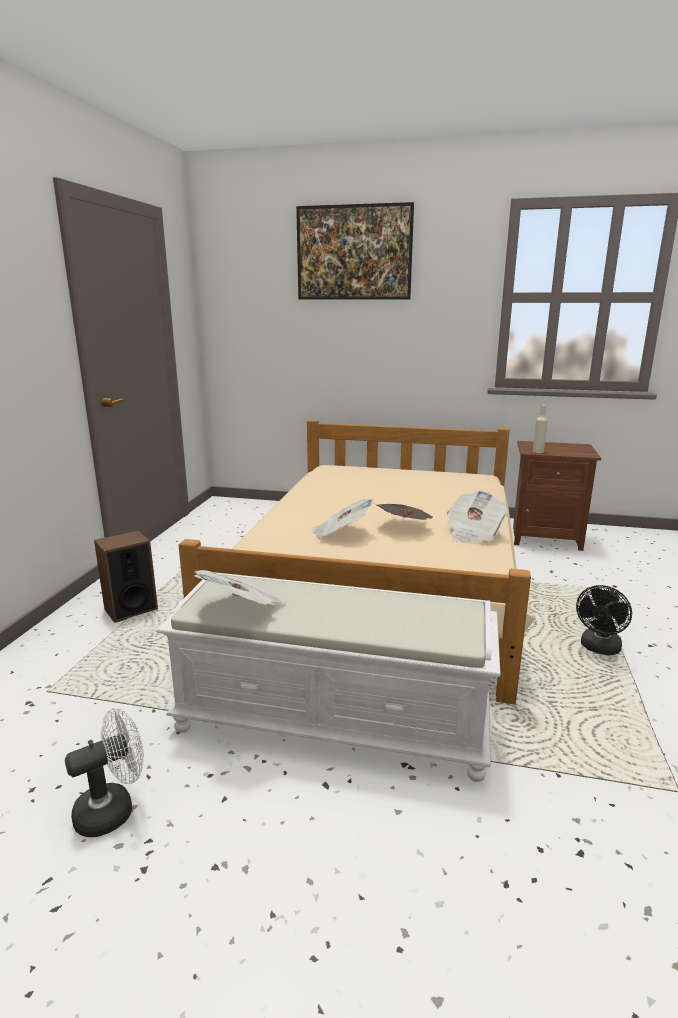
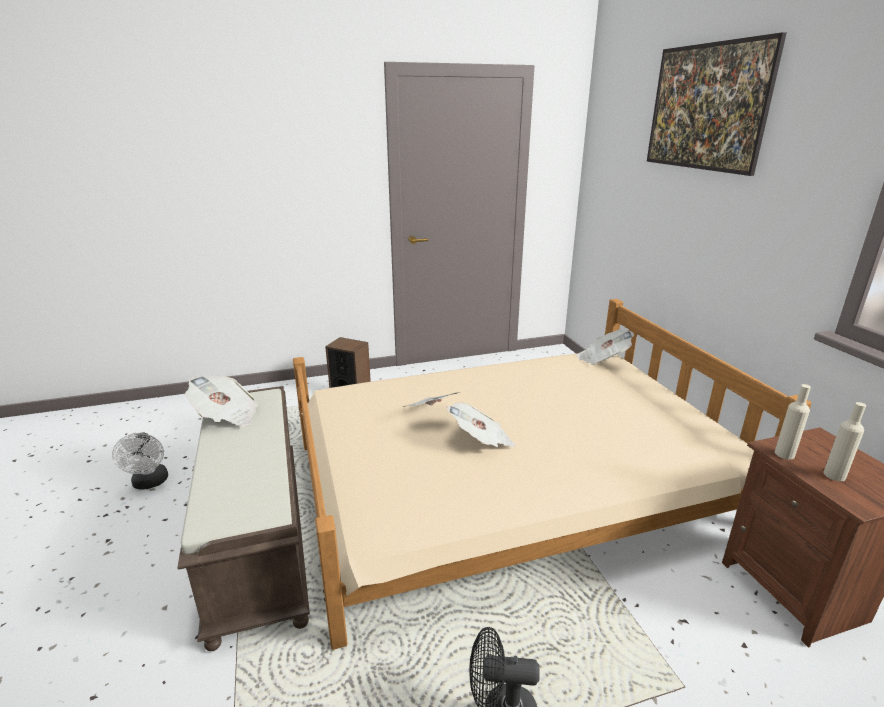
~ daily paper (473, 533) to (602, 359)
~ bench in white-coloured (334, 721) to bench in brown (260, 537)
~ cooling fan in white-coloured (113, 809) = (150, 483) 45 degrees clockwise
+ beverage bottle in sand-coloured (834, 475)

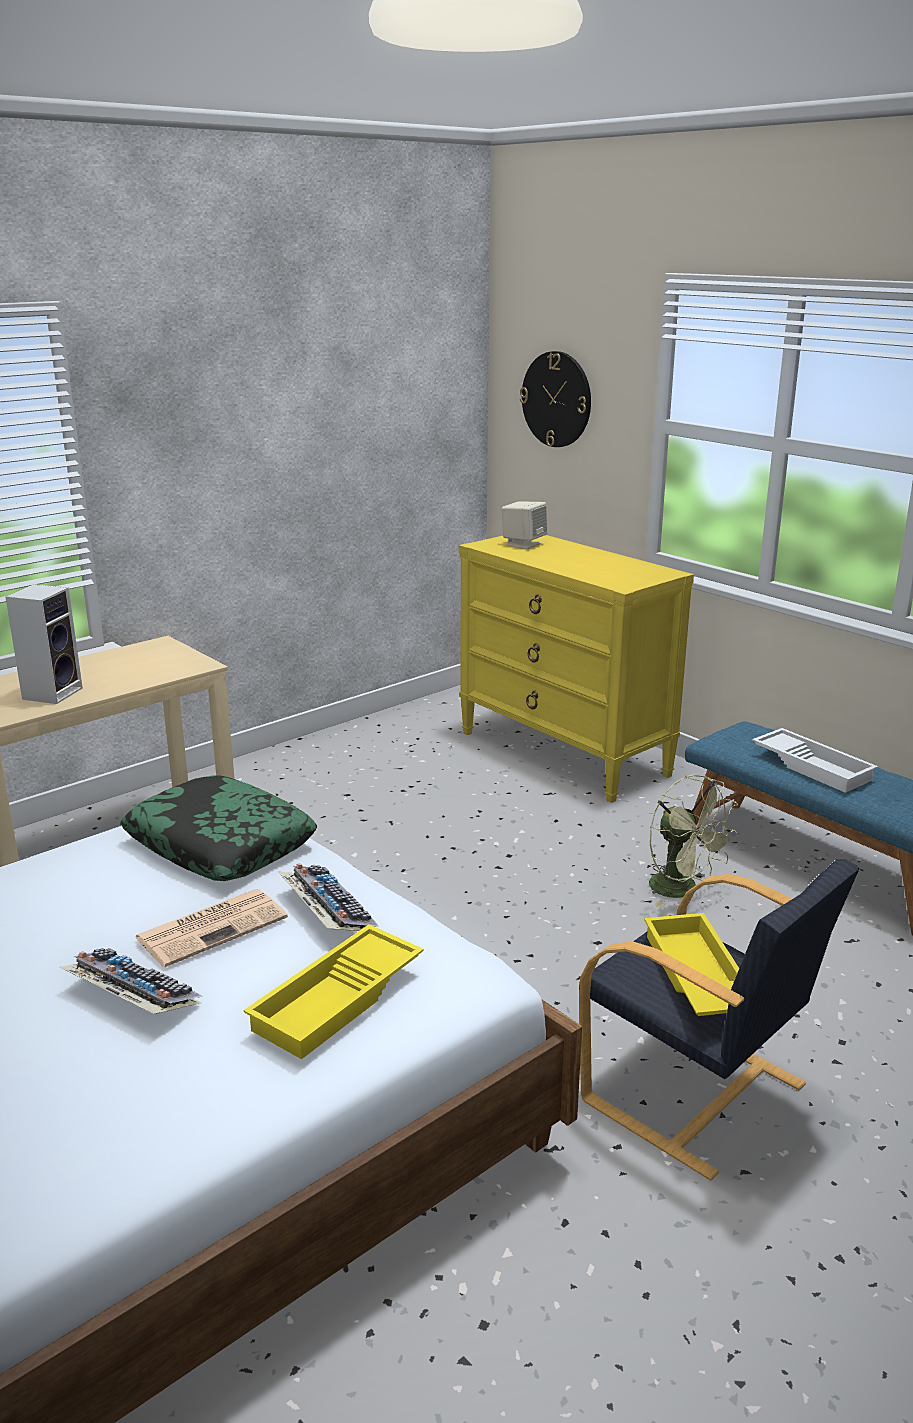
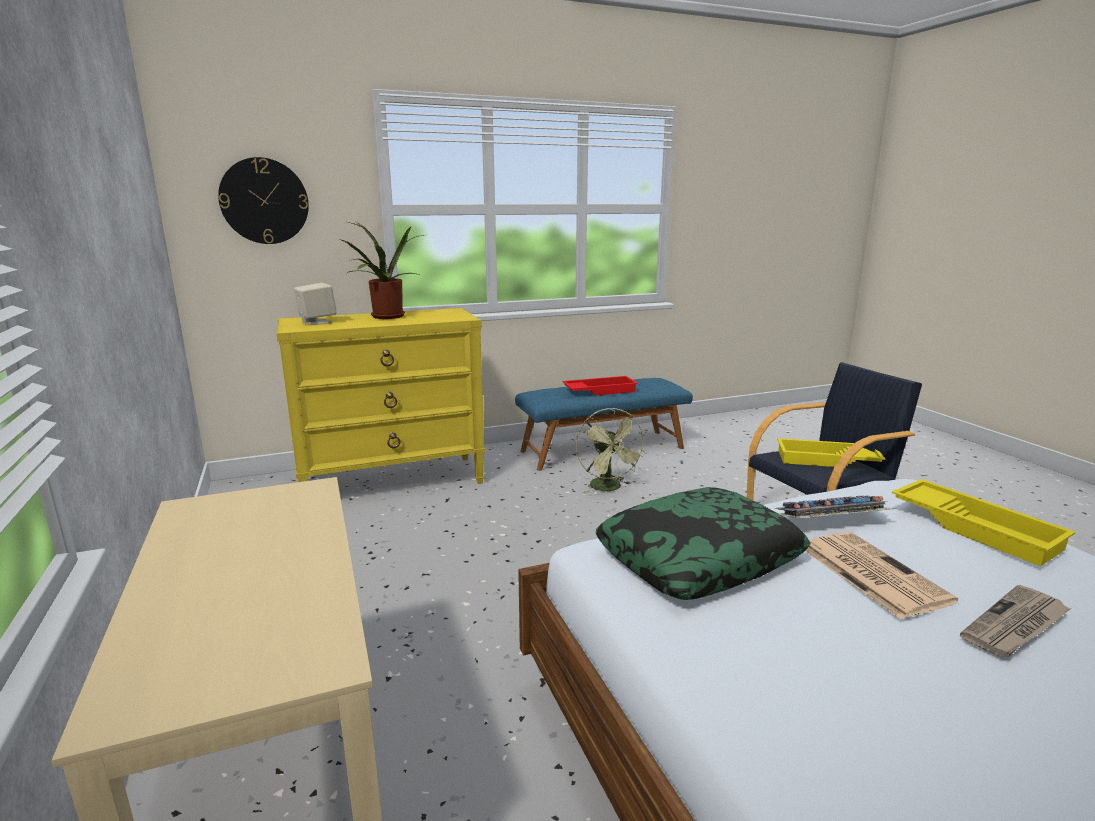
- speaker (53, 692)
~ carrying tray in white-coloured (813, 766) to carrying tray in reddish (600, 390)
~ cooling fan in green (682, 890) = (609, 488) 90 degrees clockwise
~ PC keyboard (130, 995) to daily paper (1015, 625)
+ houseplant (386, 317)

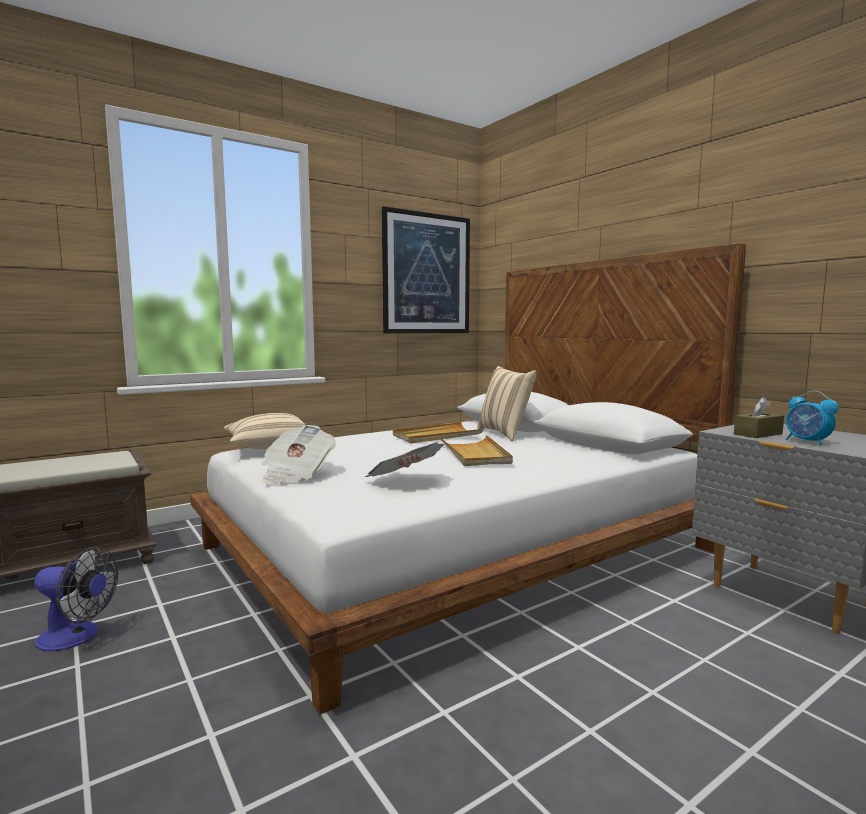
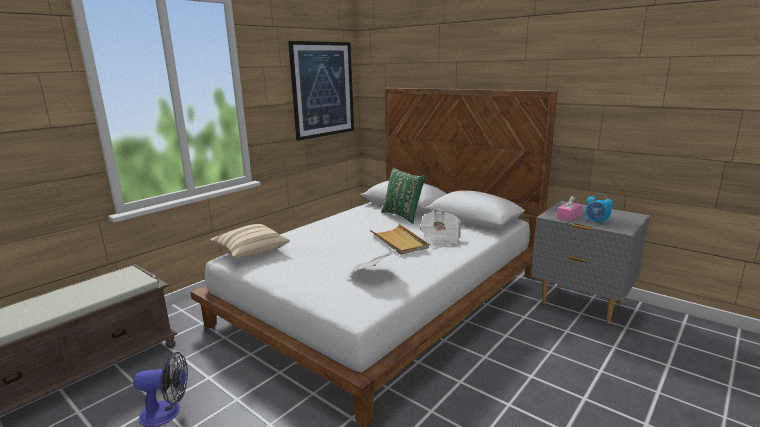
~ throw pillow in sand-coloured (505, 433) to throw pillow in green (403, 216)
~ box of tissues in brown (758, 434) to box of tissues in pink (568, 216)
- carrying tray in sand-coloured (437, 436)
~ daily paper (296, 474) to (440, 239)

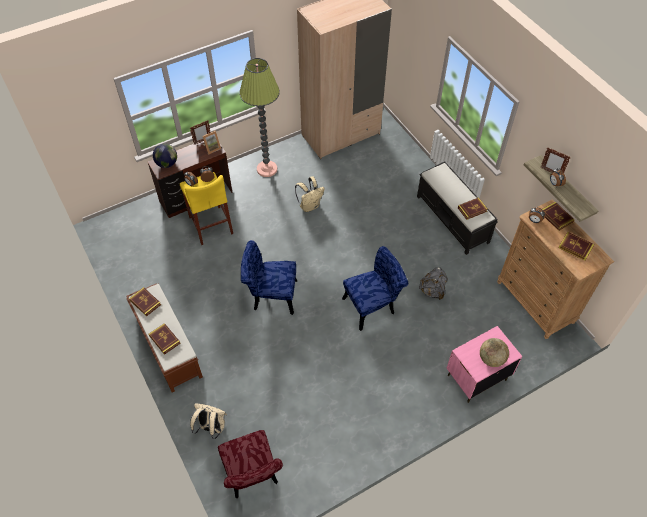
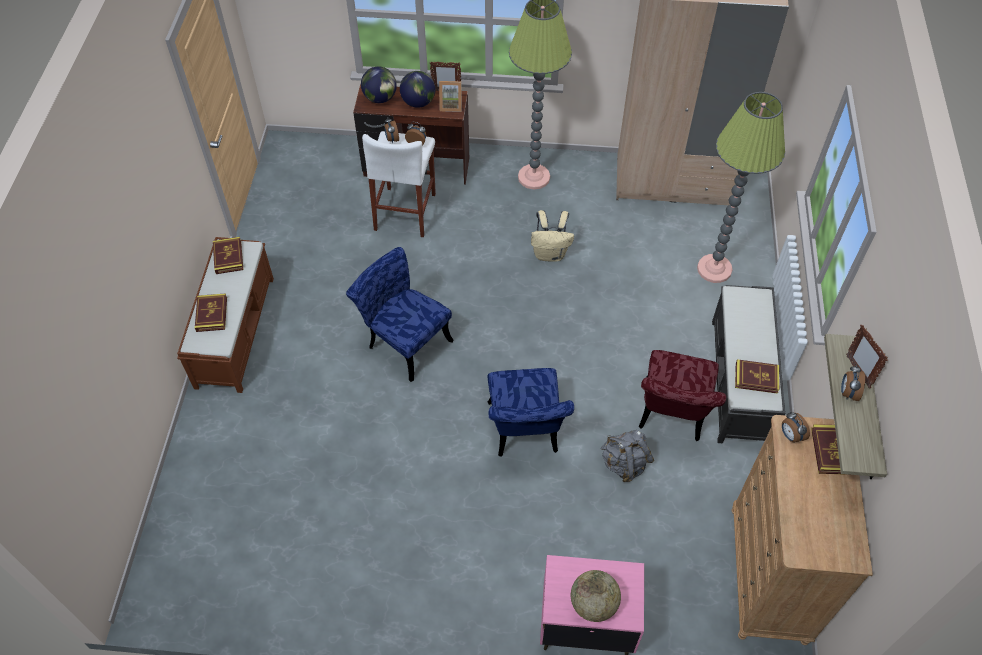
~ stool seat in yellowish (210, 225) to stool seat in white-coloured (405, 211)
- volume (575, 247)
~ chair in bluish (373, 305) = (524, 433) 75 degrees clockwise
- backpack in sand-coloured (211, 427)
~ chair in reddish (252, 476) to (671, 416)
+ desk globe (418, 102)
+ standing lamp (714, 269)

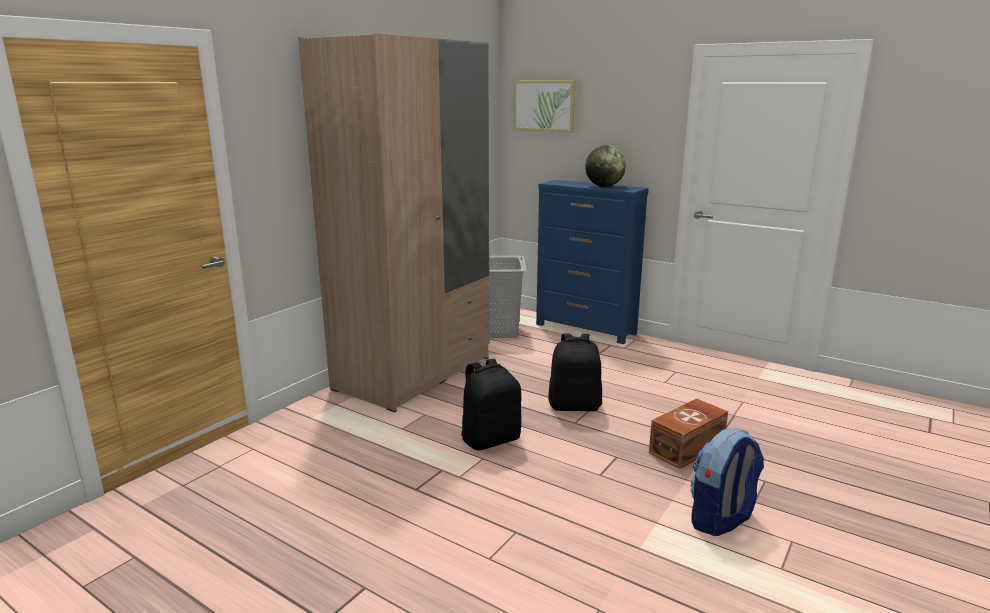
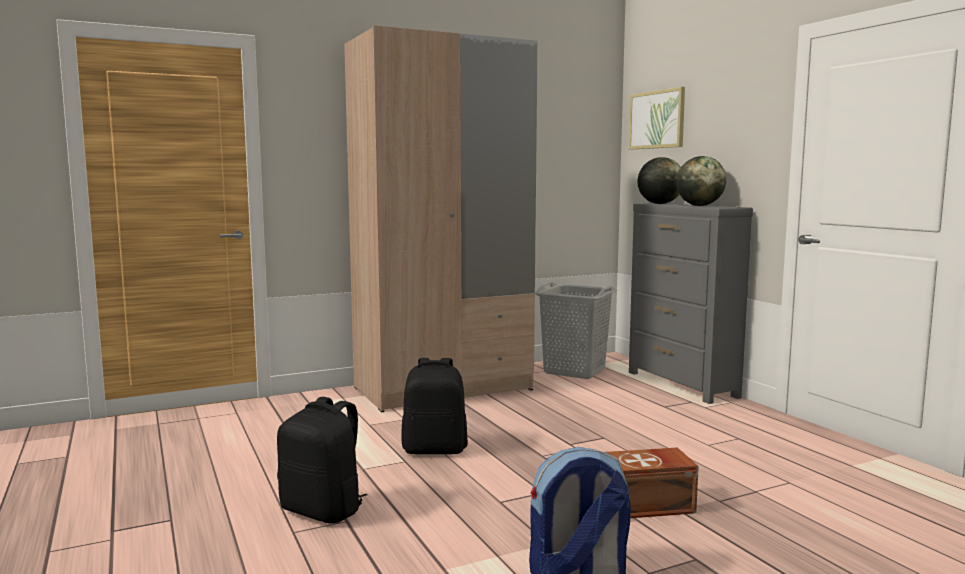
~ drawer chest in bluish (586, 329) to drawer chest in grey (682, 385)
~ backpack in black (575, 406) to (324, 511)
+ desk globe (659, 203)

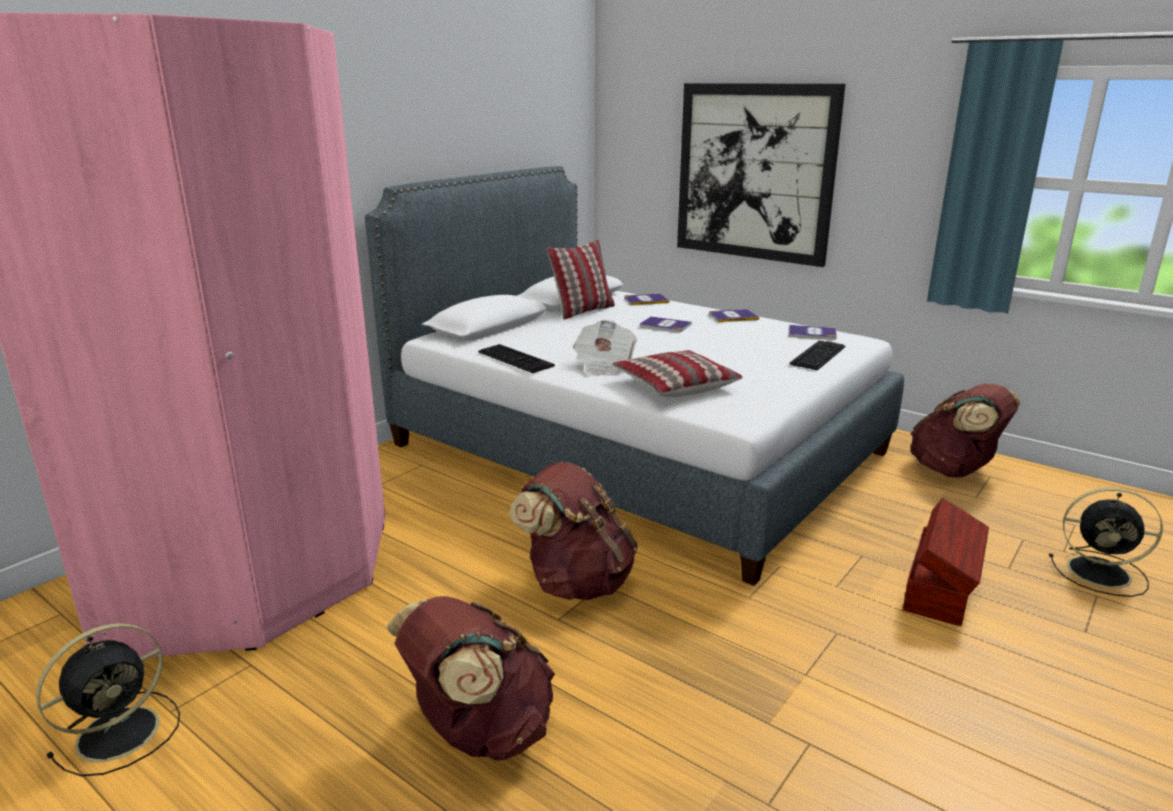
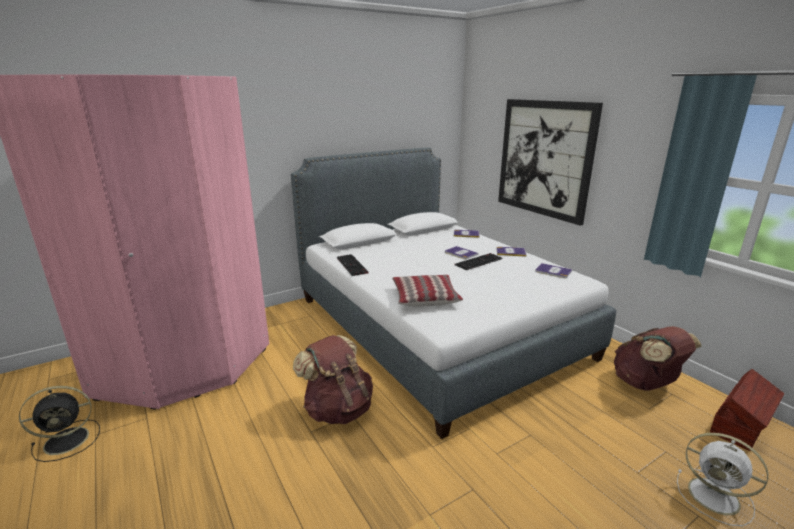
- throw pillow (582, 311)
- daily paper (603, 365)
~ PC keyboard (817, 355) to (478, 261)
~ cooling fan in black (1101, 573) to cooling fan in white-coloured (716, 497)
~ storage box in brown (941, 588) to (741, 424)
- backpack in brown (479, 732)

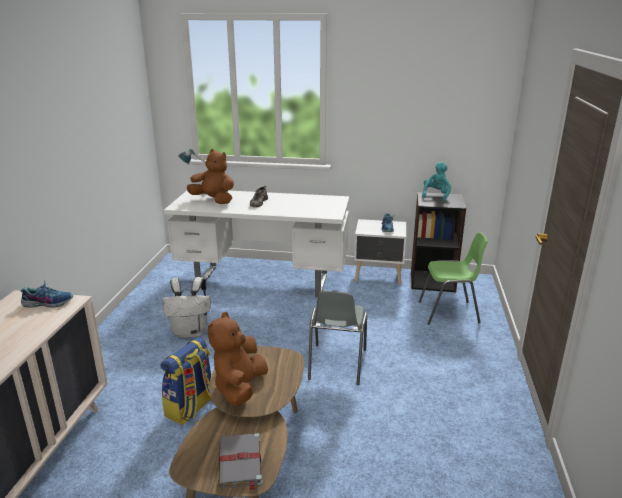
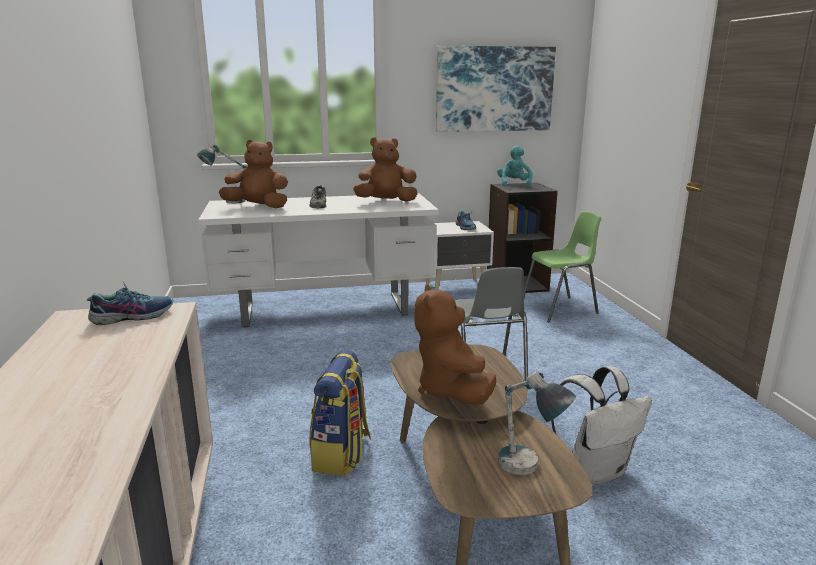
~ backpack in white-coloured (191, 332) to (595, 470)
~ volume in grey (240, 463) to lamp for a table (528, 472)
+ picture (494, 89)
+ plush toy in brown (386, 201)

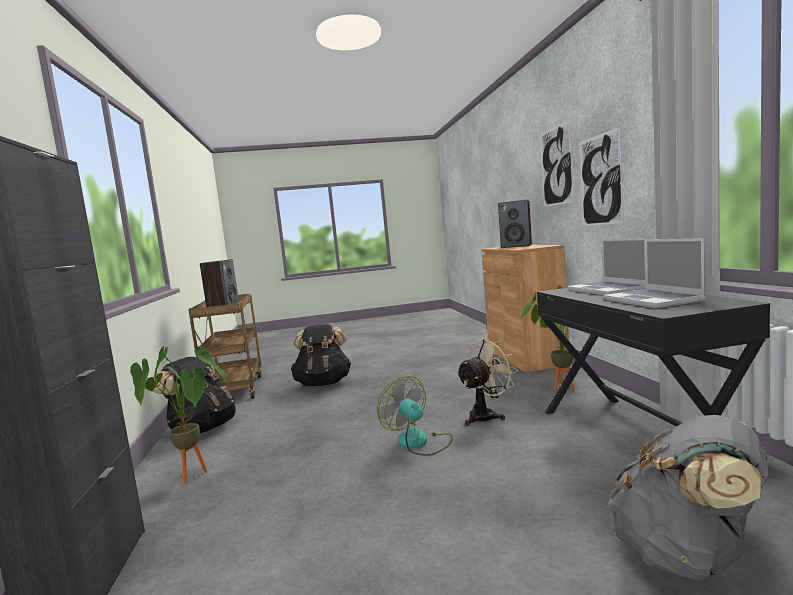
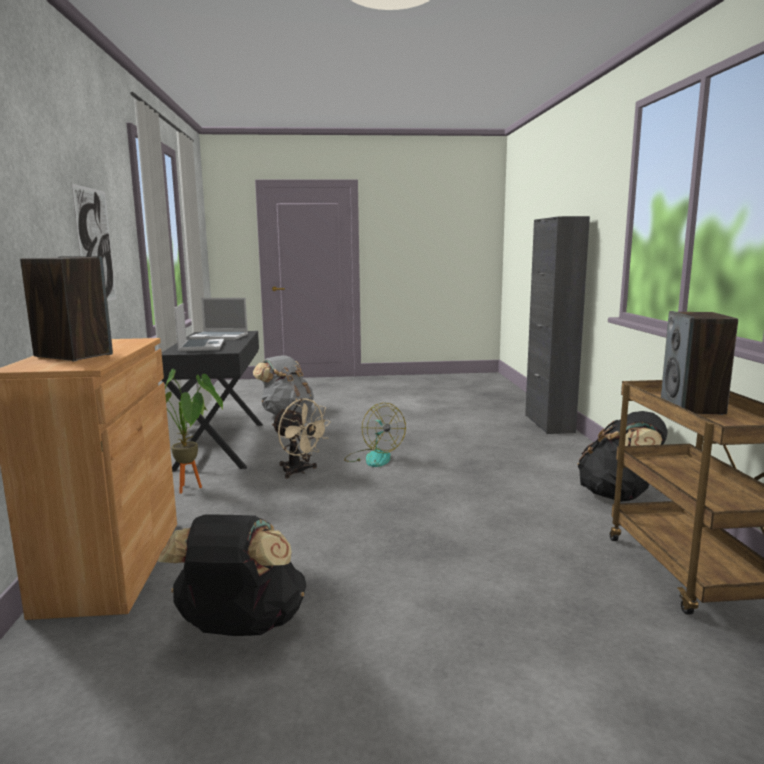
- picture (556, 166)
~ portable computer (653, 300) = (220, 337) 105 degrees clockwise
~ backpack in black (323, 384) to (240, 628)
~ cooling fan in sand-coloured (486, 415) = (299, 472) 105 degrees counterclockwise
- houseplant (194, 478)

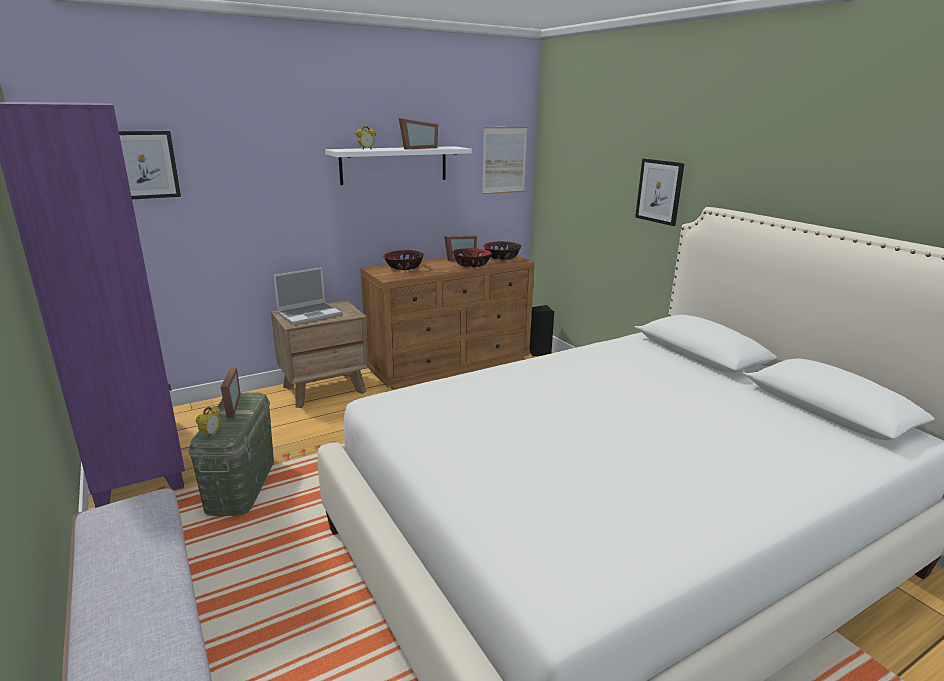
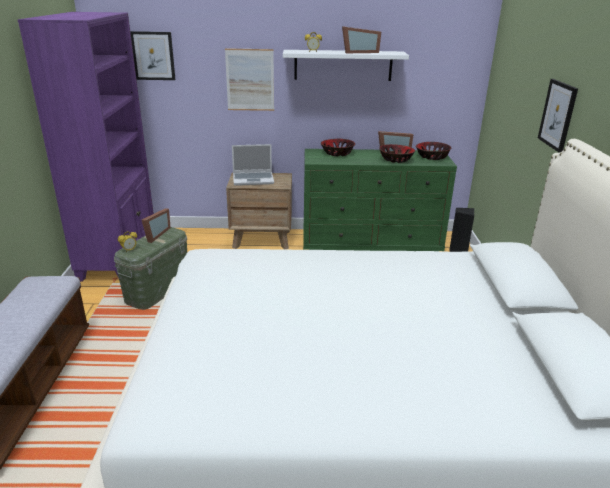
~ picture (504, 160) to (250, 80)
~ drawer chest in brown (450, 364) to drawer chest in green (371, 242)

